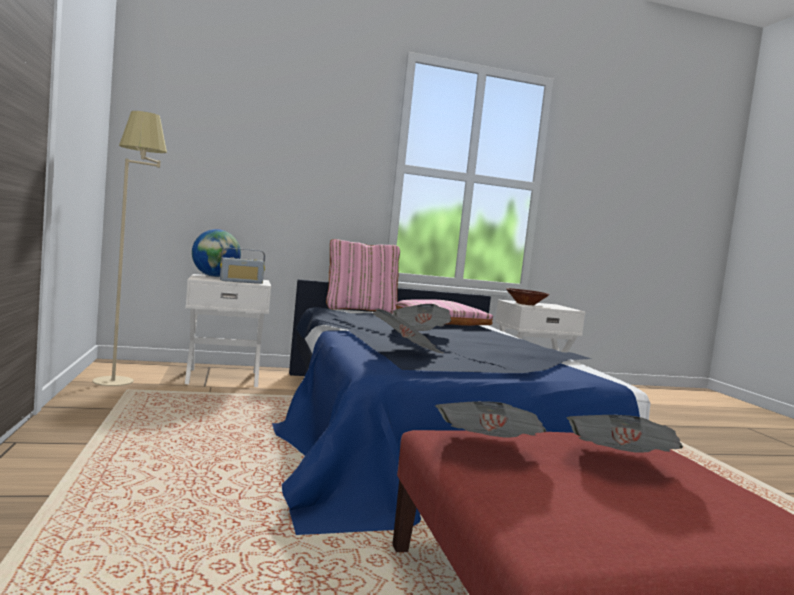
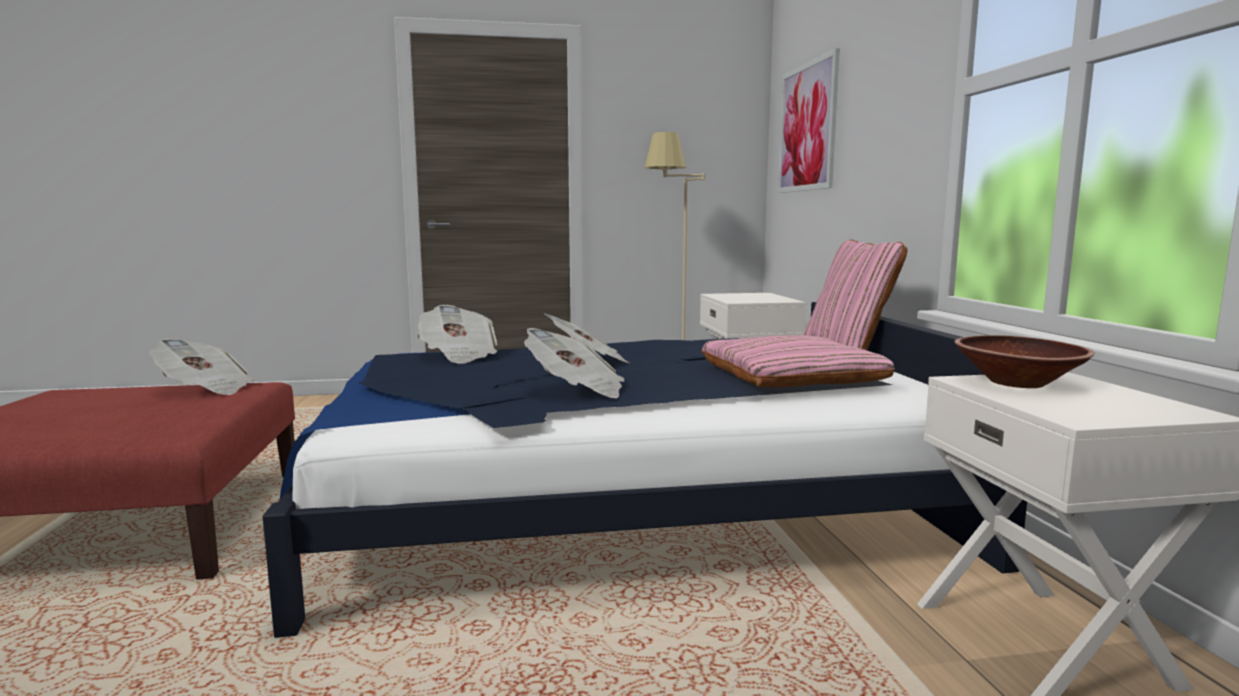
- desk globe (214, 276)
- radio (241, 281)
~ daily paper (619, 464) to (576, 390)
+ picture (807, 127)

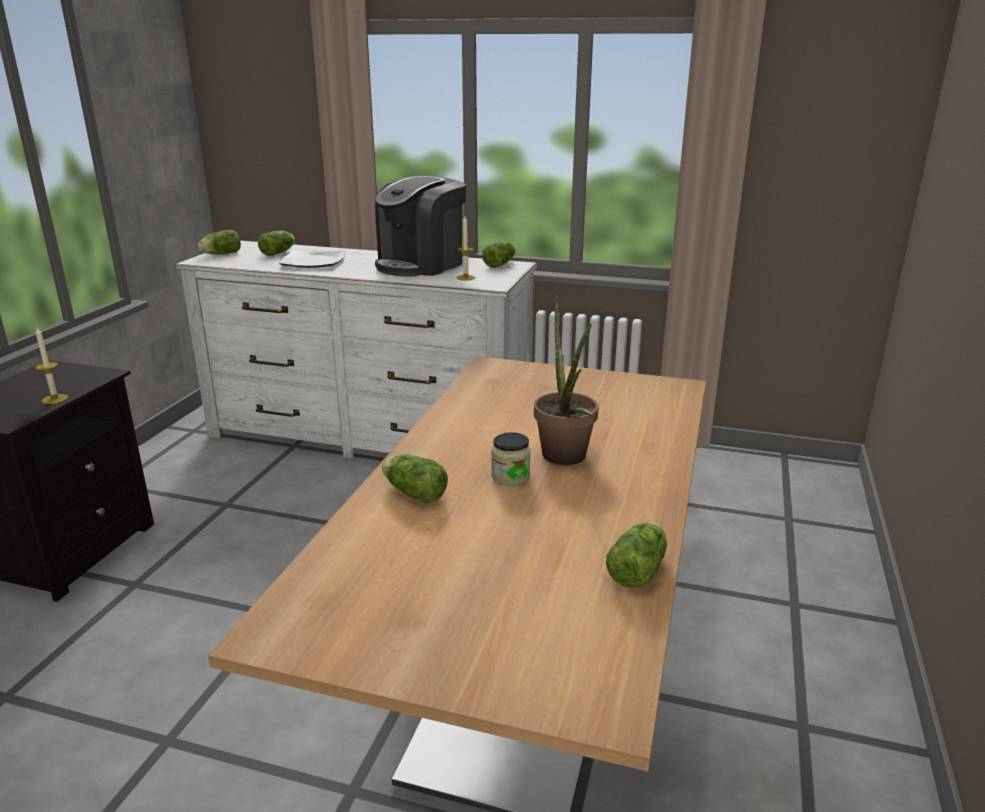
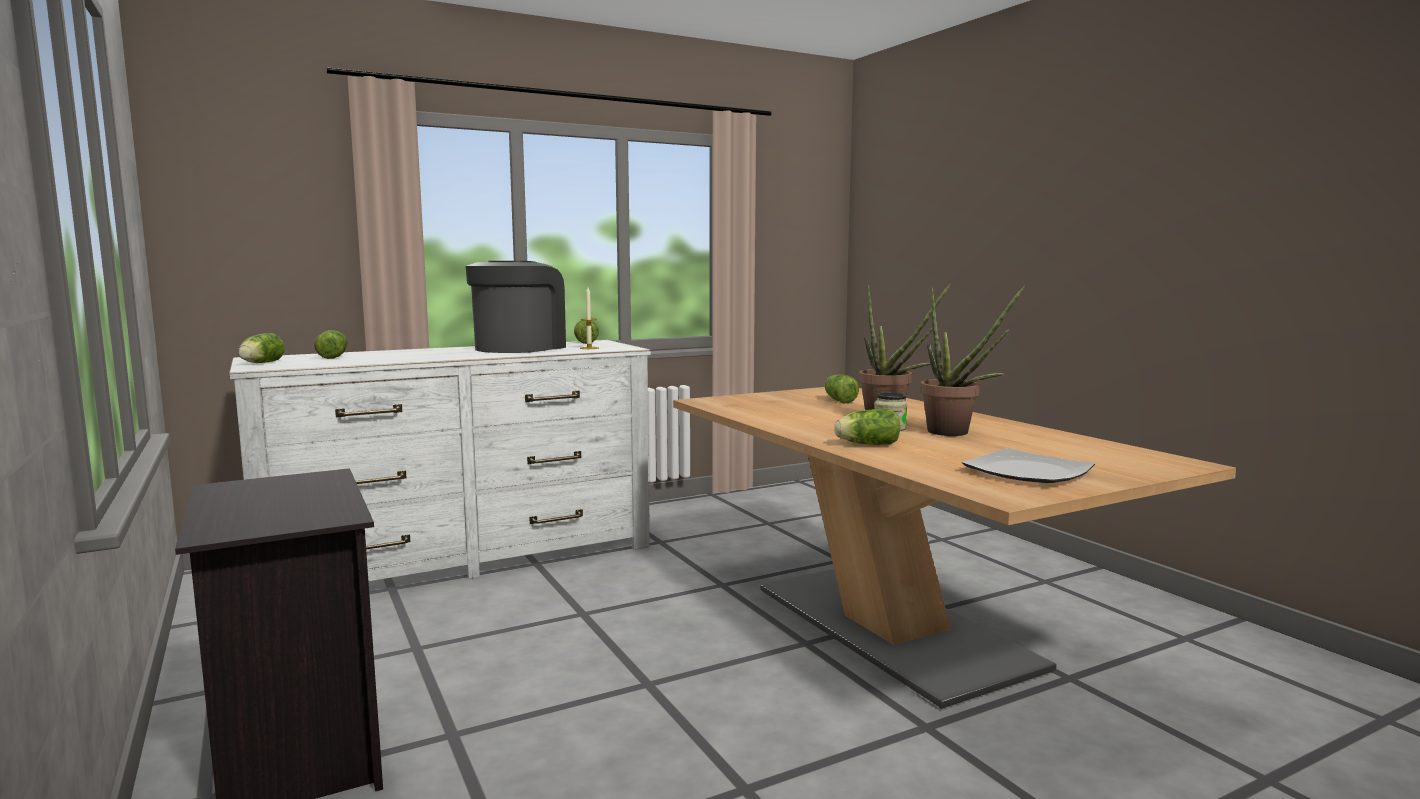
~ coffee brewer (421, 265) = (519, 348) 150 degrees counterclockwise
~ dinner plate (314, 261) to (1027, 471)
- wax candle (55, 399)
~ lettuce head (639, 569) to (839, 400)
+ houseplant (956, 433)

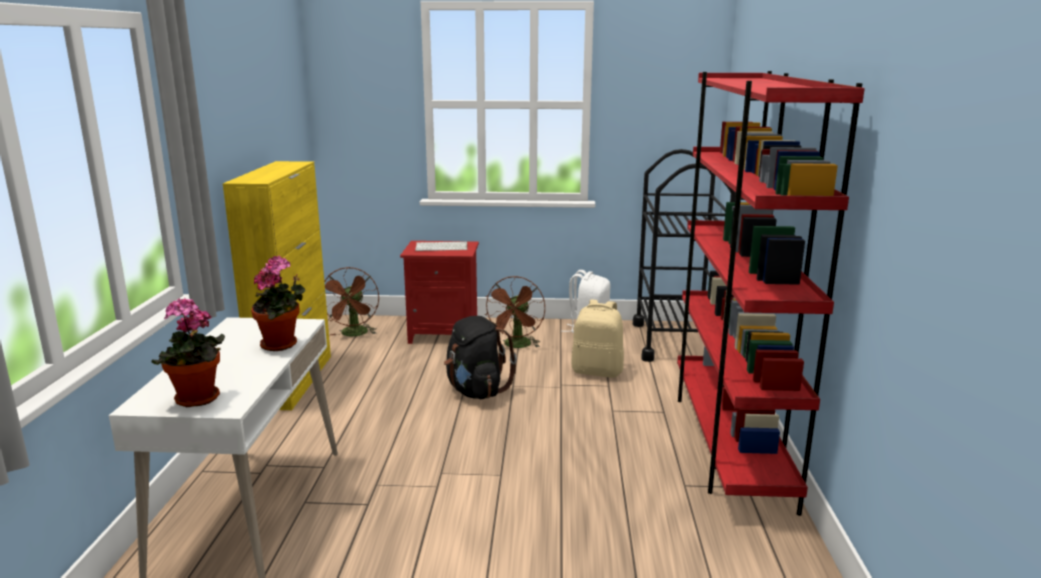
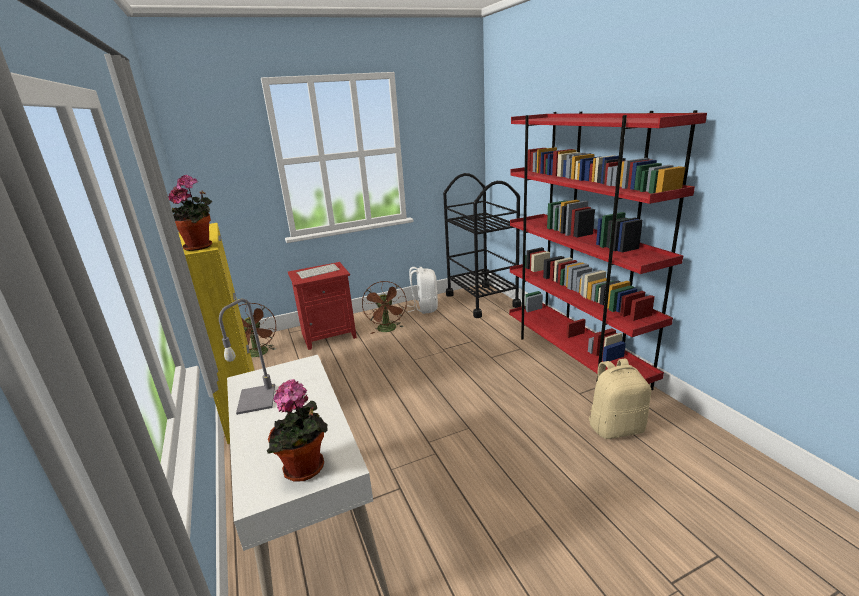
~ houseplant (282, 345) to (201, 246)
~ backpack in sand-coloured (597, 371) to (615, 427)
- backpack in black (476, 391)
+ lamp for a table in grey (256, 398)

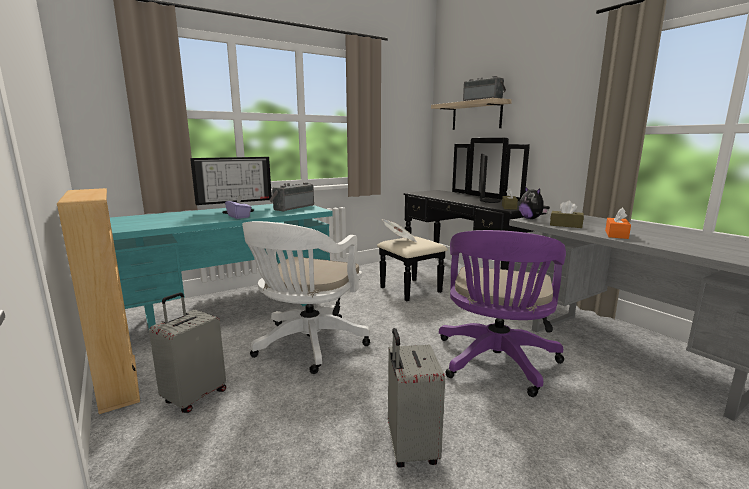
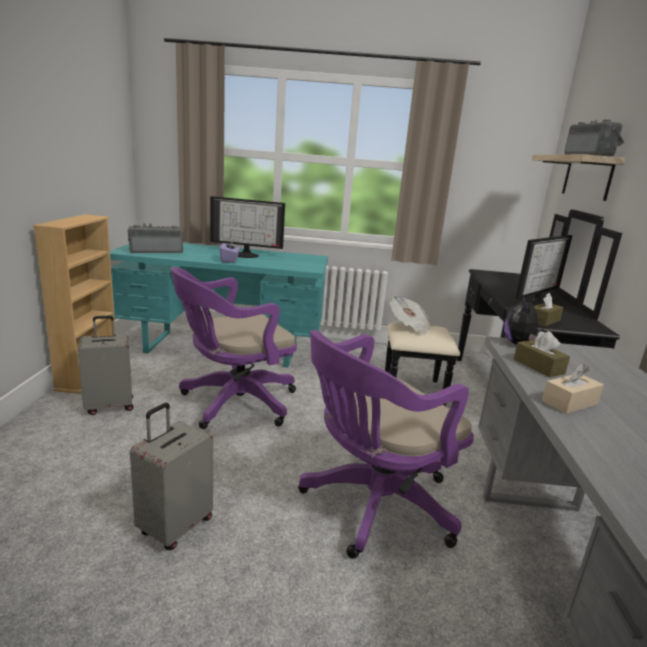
~ radio (292, 207) to (156, 251)
~ box of tissues in orange (616, 234) to box of tissues in sand-coloured (569, 402)
~ computer chair in white-coloured (307, 345) to computer chair in purplish (233, 403)

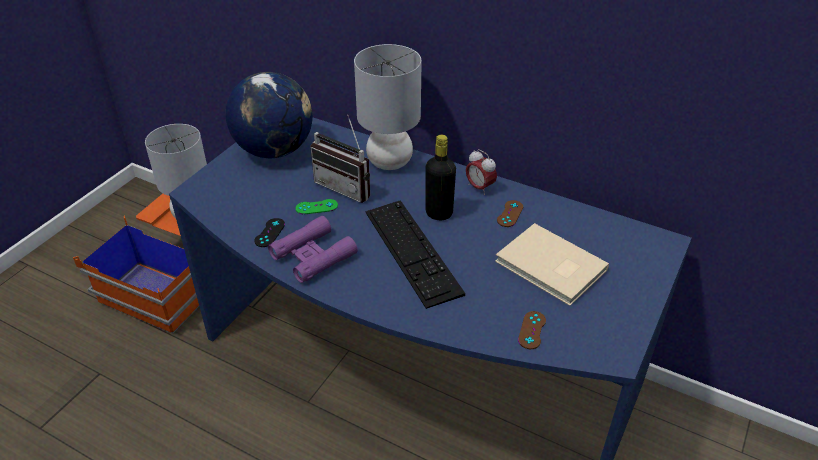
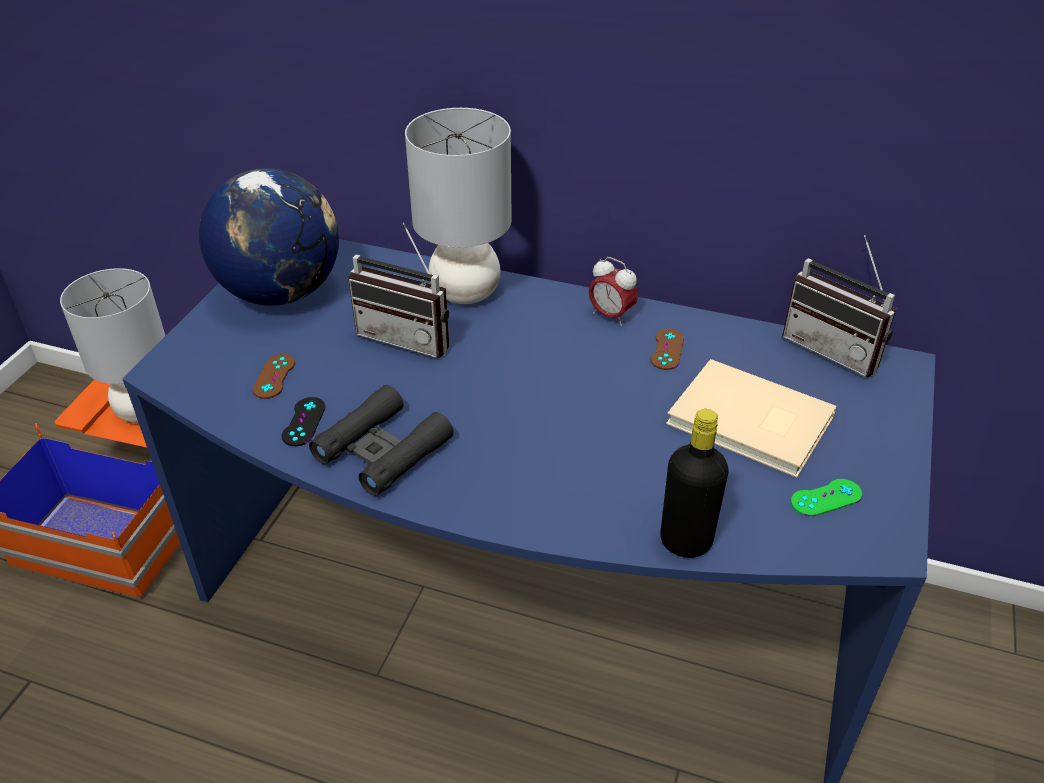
~ beverage bottle in black (439, 213) to (685, 541)
~ gamepad in green (316, 207) to (826, 498)
- PC keyboard (412, 251)
~ field glasses in purplish (313, 256) to field glasses in black (382, 450)
~ gamepad in brown (532, 330) to (274, 376)
+ radio (836, 349)

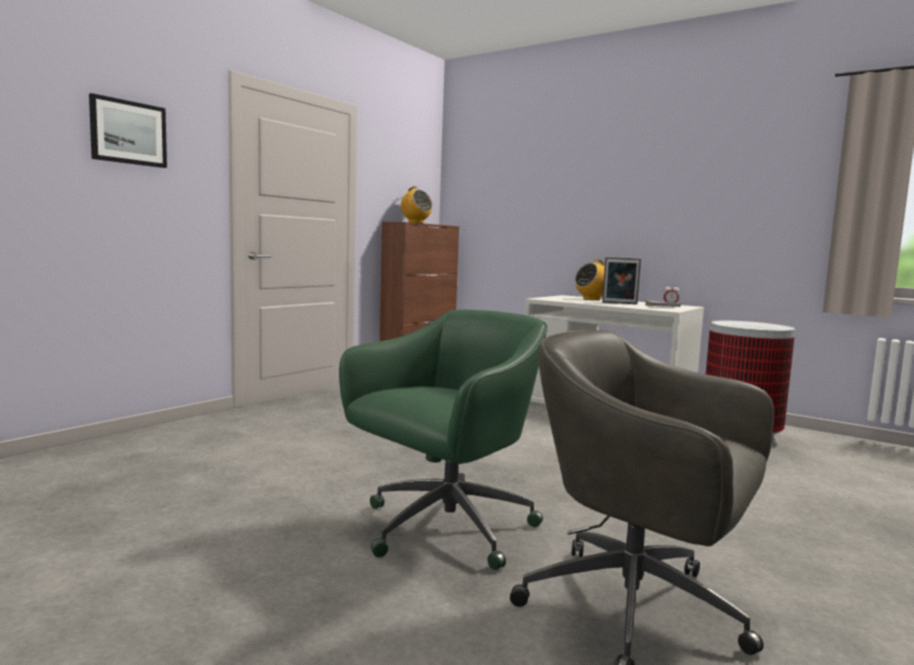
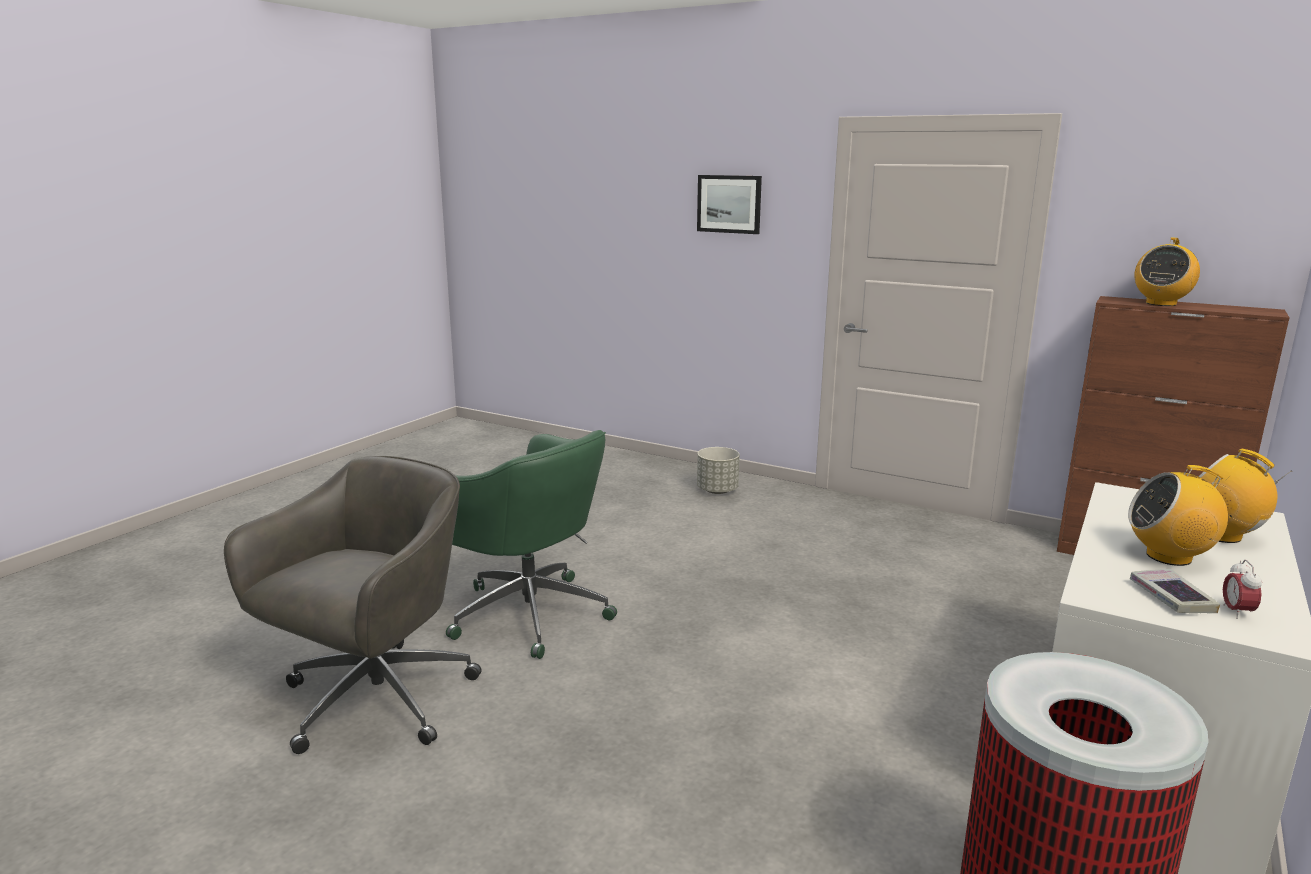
~ picture frame (619, 303) to radio (1169, 556)
+ planter in grey (717, 490)

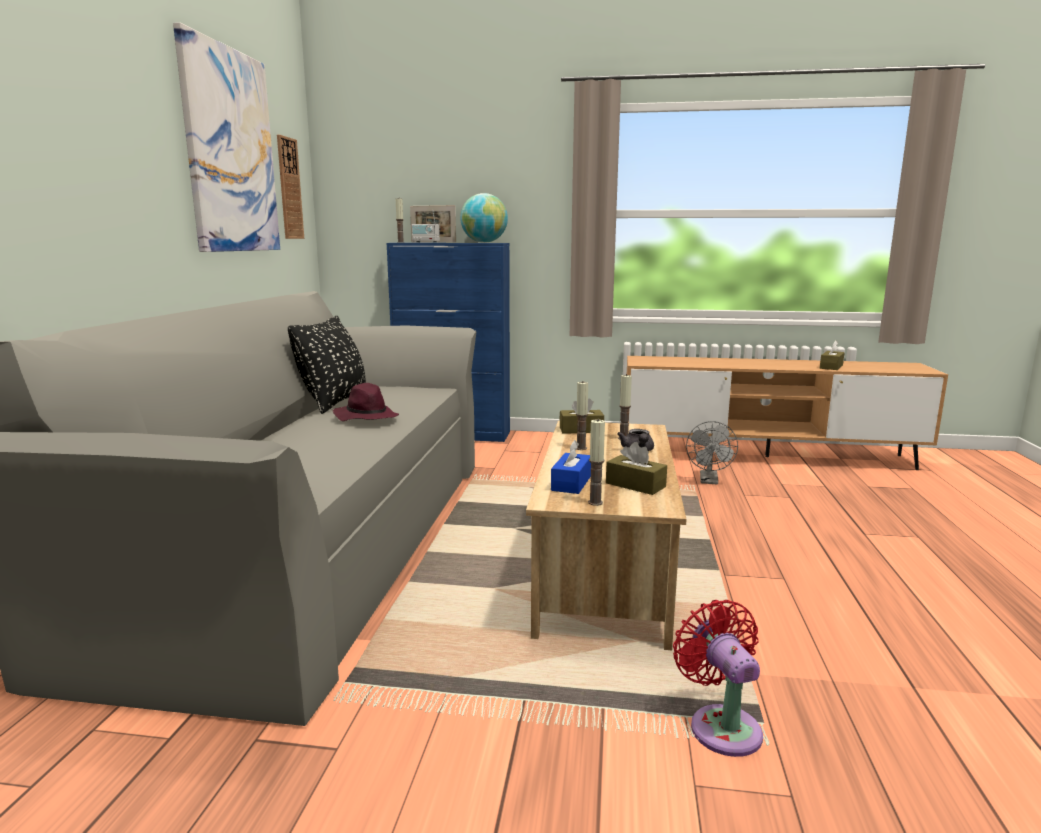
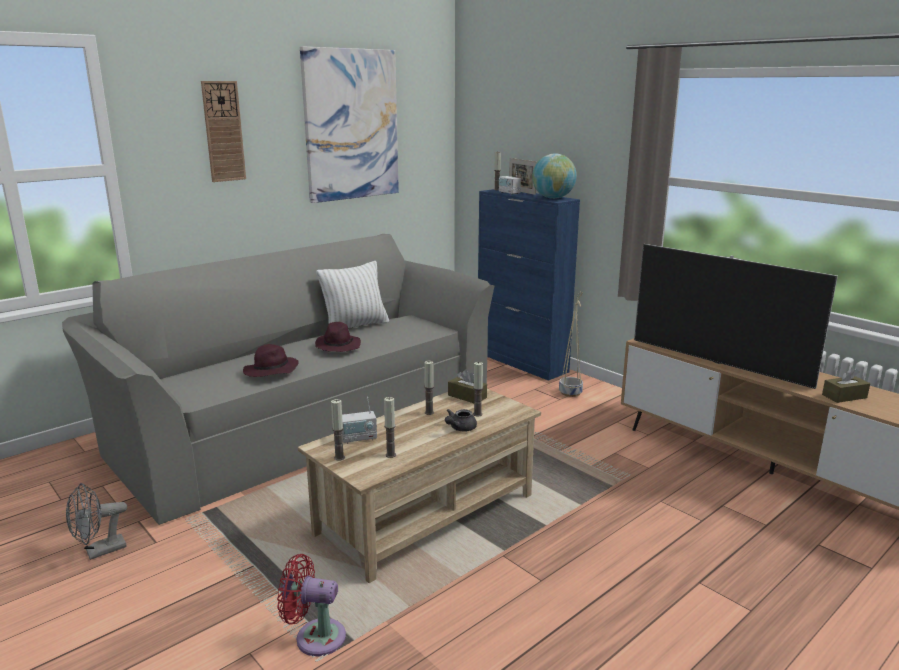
~ wall clock (289, 188) to (223, 131)
~ throw pillow in black (334, 402) to throw pillow in white-coloured (355, 326)
~ cooling fan in grey (709, 481) to (99, 551)
~ box of tissues in bluish (571, 483) to radio (359, 438)
~ box of tissues in brown (635, 485) to wax candle (390, 455)
~ cooling fan in reddish (721, 725) = (315, 637) 105 degrees counterclockwise
+ TV (717, 362)
+ planter in sand-coloured (570, 393)
+ wearable hat in purplish (270, 371)

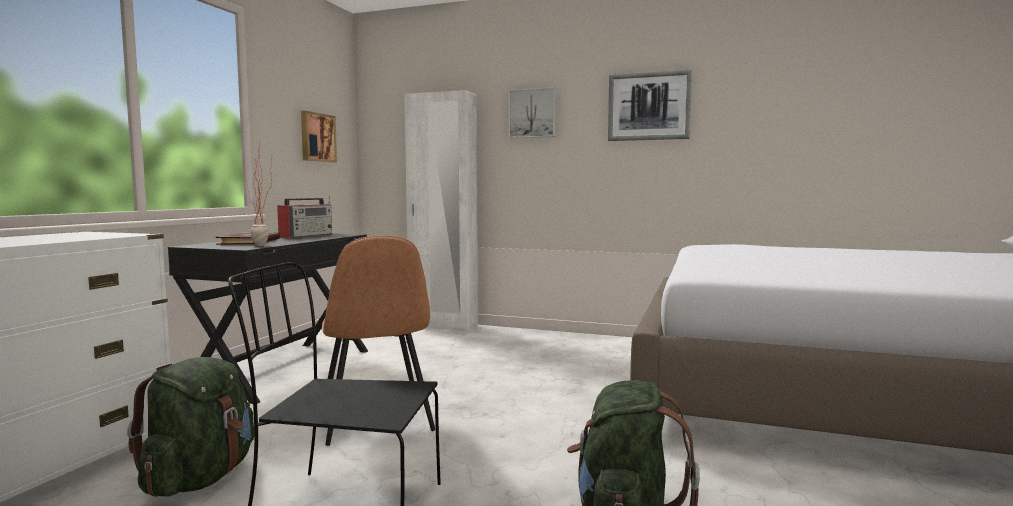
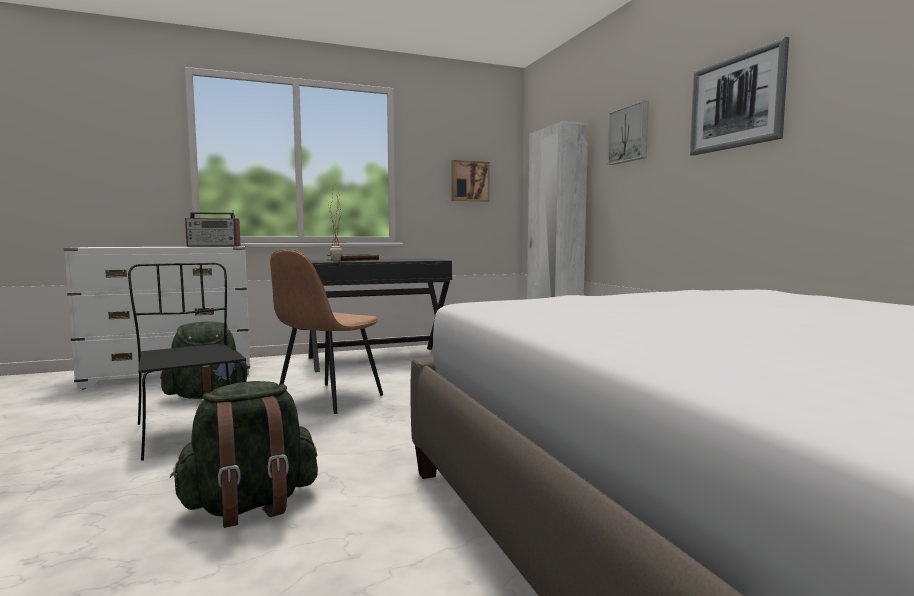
~ radio (307, 236) to (214, 246)

